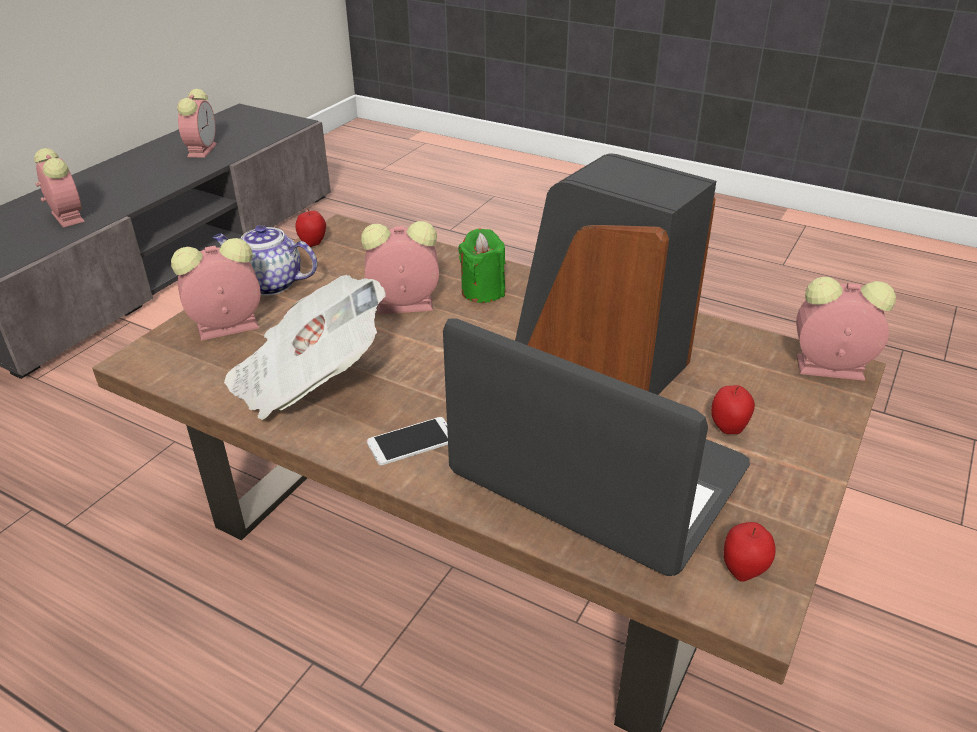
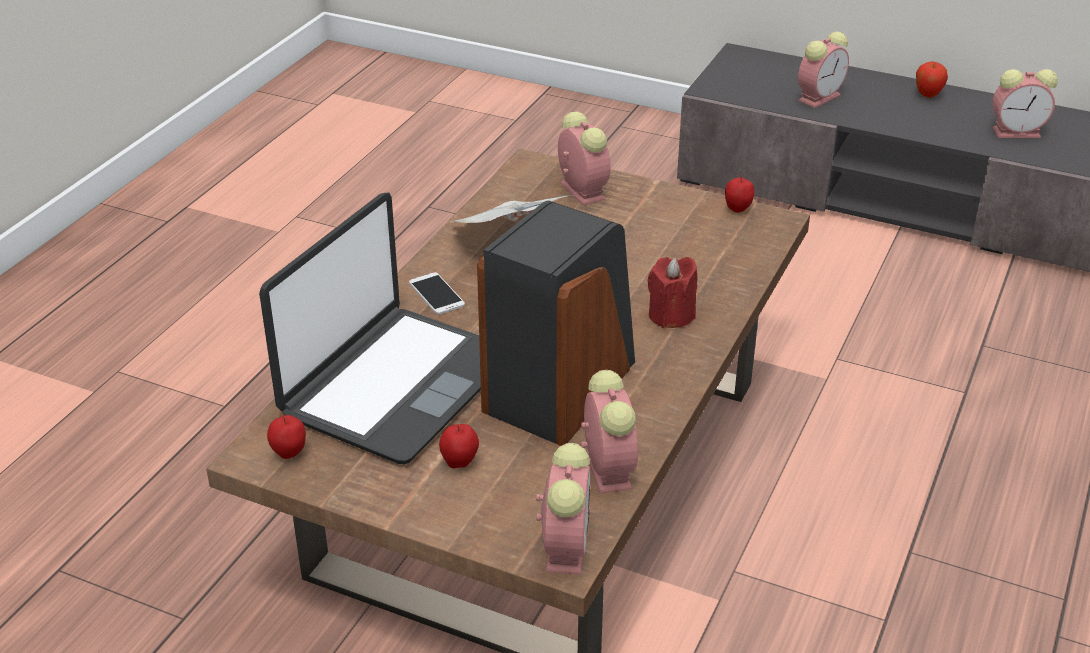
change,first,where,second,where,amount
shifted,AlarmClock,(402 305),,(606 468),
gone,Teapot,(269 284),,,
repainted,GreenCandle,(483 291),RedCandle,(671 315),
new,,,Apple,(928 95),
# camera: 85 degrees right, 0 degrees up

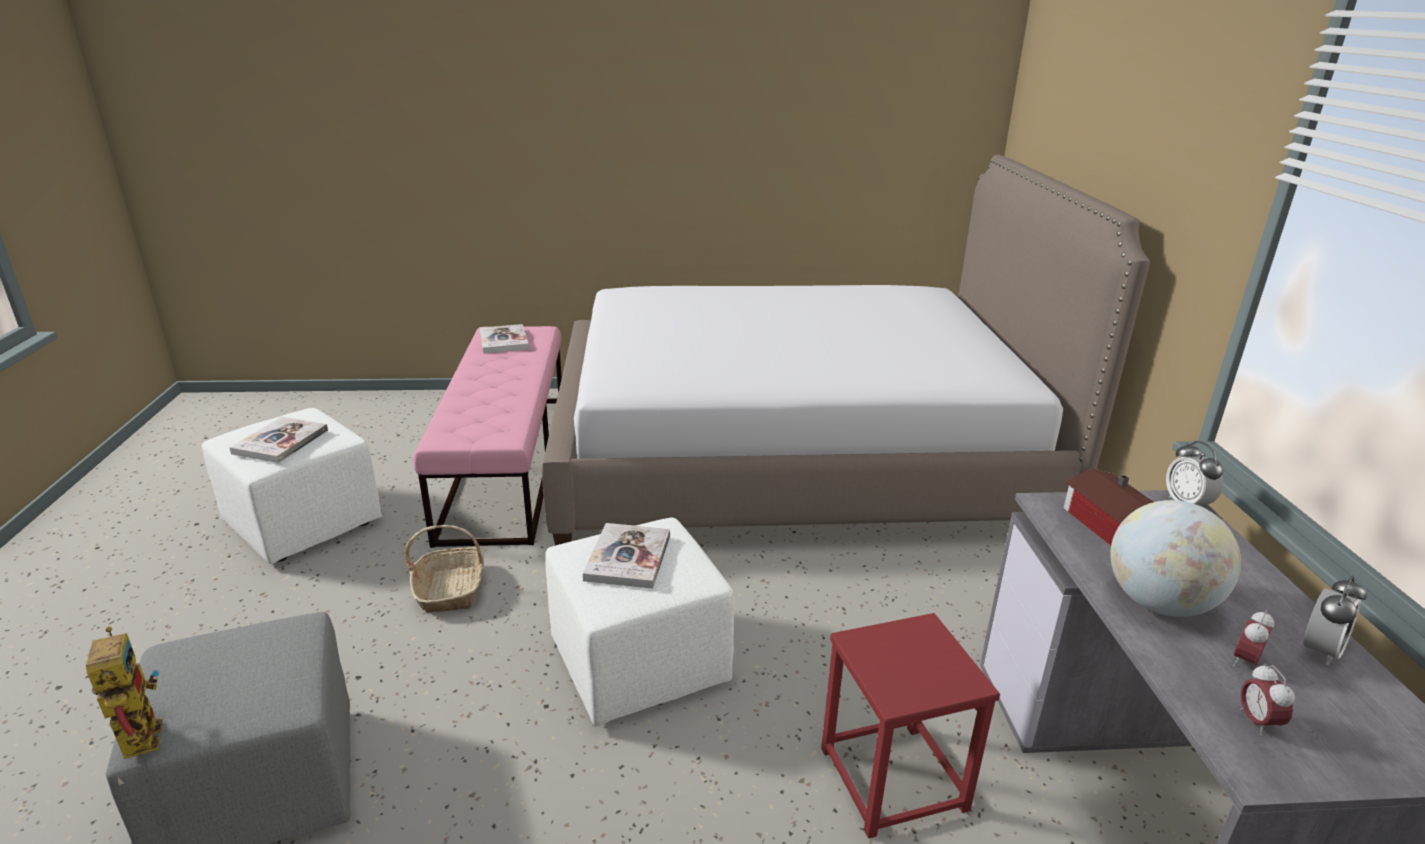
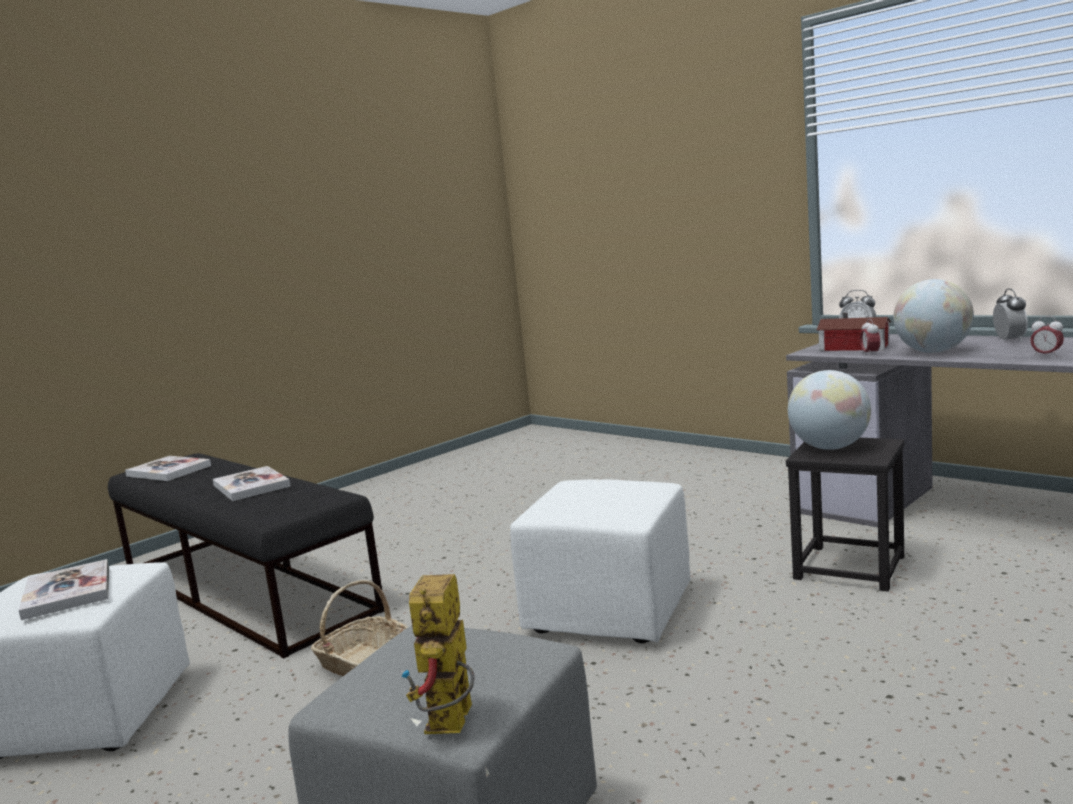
change,first,where,second,where,amount
gone,Bed,(793 459),,,
repainted,PinkBench,(506 464),BlackBench,(245 590),
shifted,Book,(628 558),,(251 486),
shifted,AlarmClock,(1245 661),,(870 354),
repainted,RedStool,(891 778),BlackStool,(849 568),
rotated,ToyRobot,(138 732),,(452 726),105 degrees counterclockwise
new,,,Globe,(830 448),
# camera: 40 degrees left, 15 degrees down

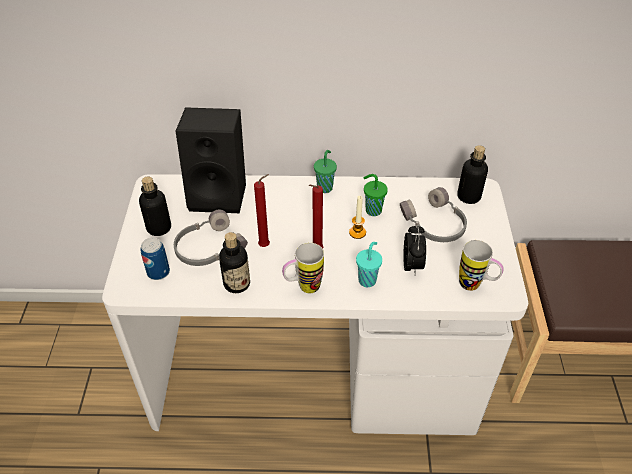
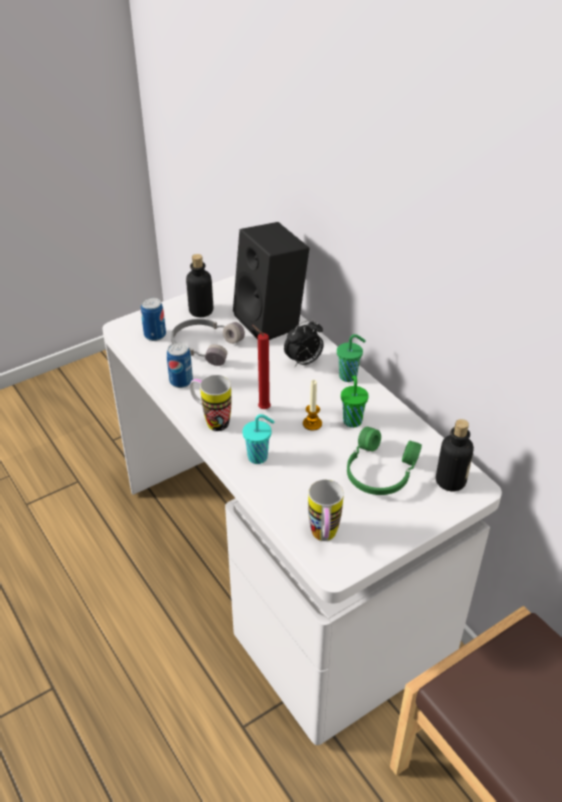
change,first,where,second,where,amount
gone,RedCandle,(266 245),,,
repainted,GreyHeadphones,(434 224),GreenHeadphones,(379 472),
shifted,AlarmClock,(412 265),,(304 362),
swapped,Bottle,(237 284),Can,(181 381),
# camera: 55 degrees right, 5 degrees down

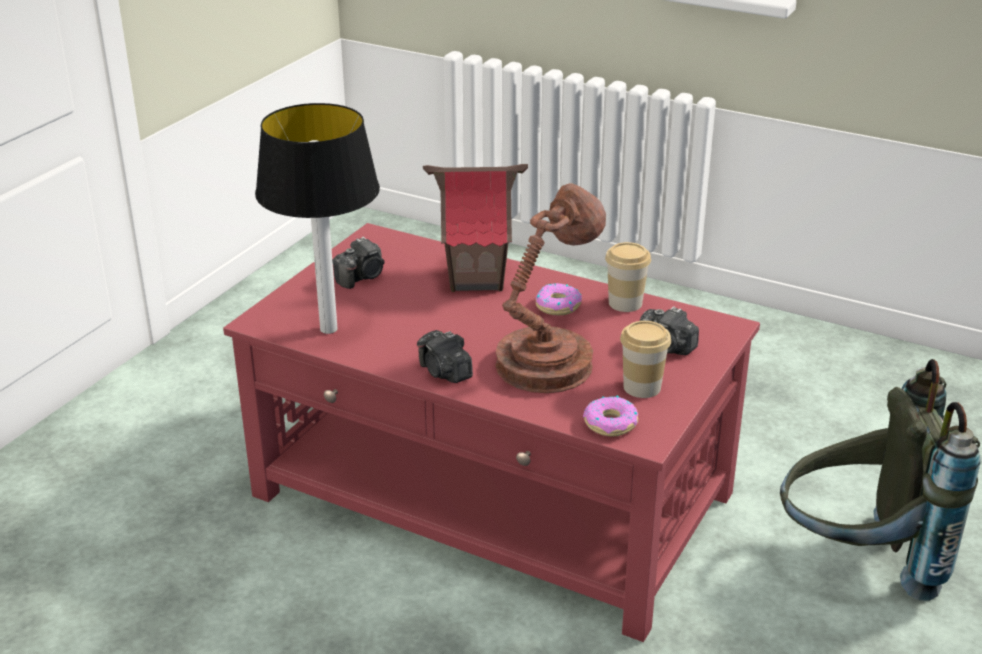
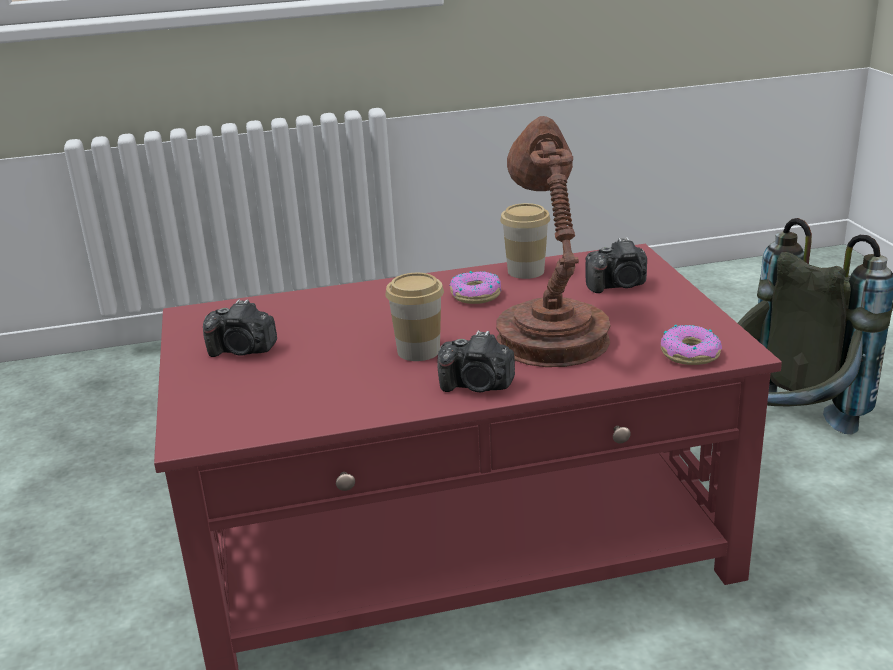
change,first,where,second,where,amount
gone,TableLamp,(330 329),,,
gone,ToyHouse,(476 278),,,
rotated,PhotoCamera,(362 277),,(242 351),90 degrees clockwise
shifted,Cup,(642 387),,(418 351),
# camera: 40 degrees left, 5 degrees down

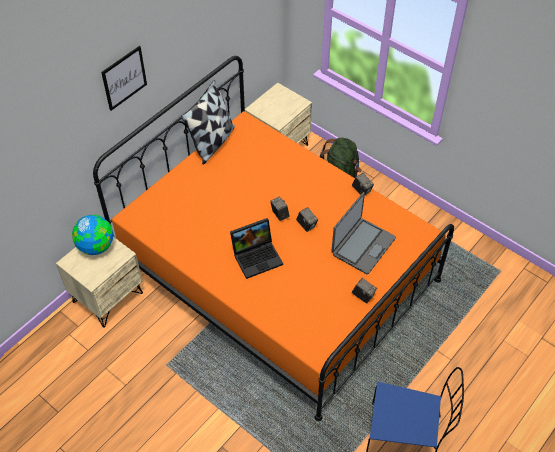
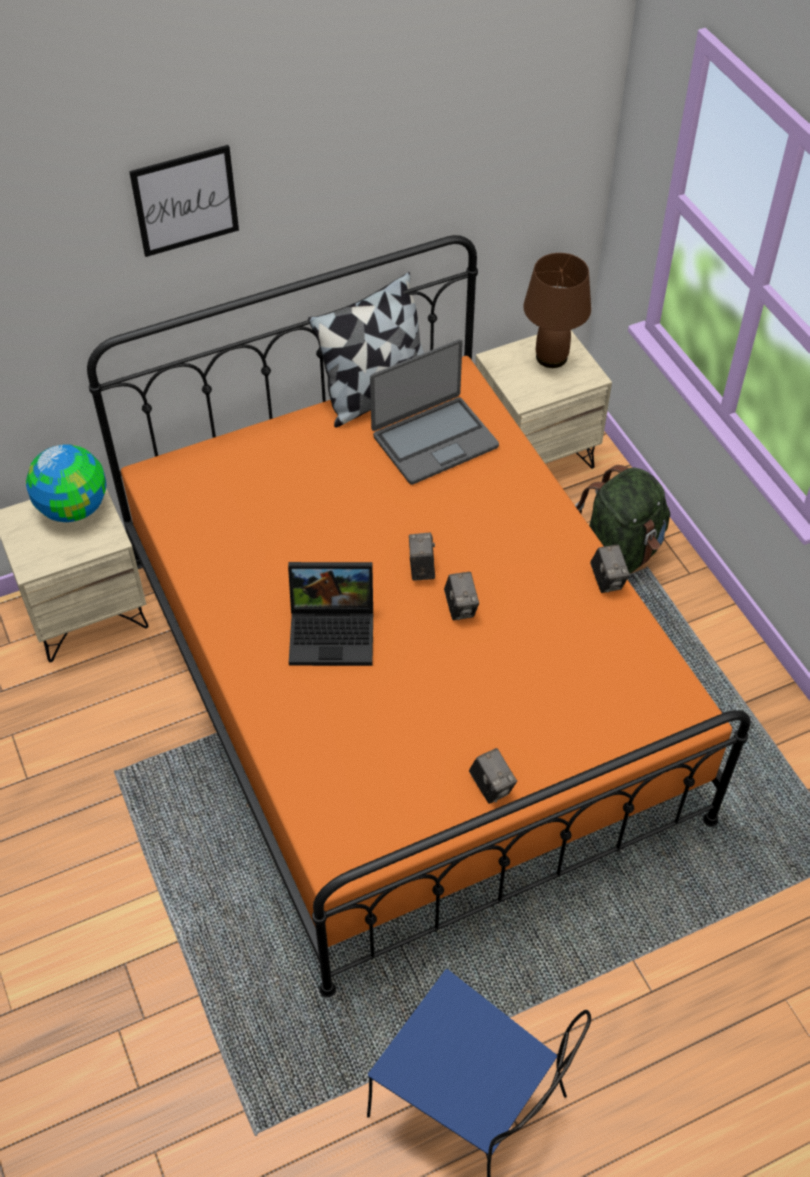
change,first,where,second,where,amount
shifted,Laptop,(362 246),,(434 440),
new,,,BrownTableLamp,(551 356),
# camera: 25 degrees right, 0 degrees up

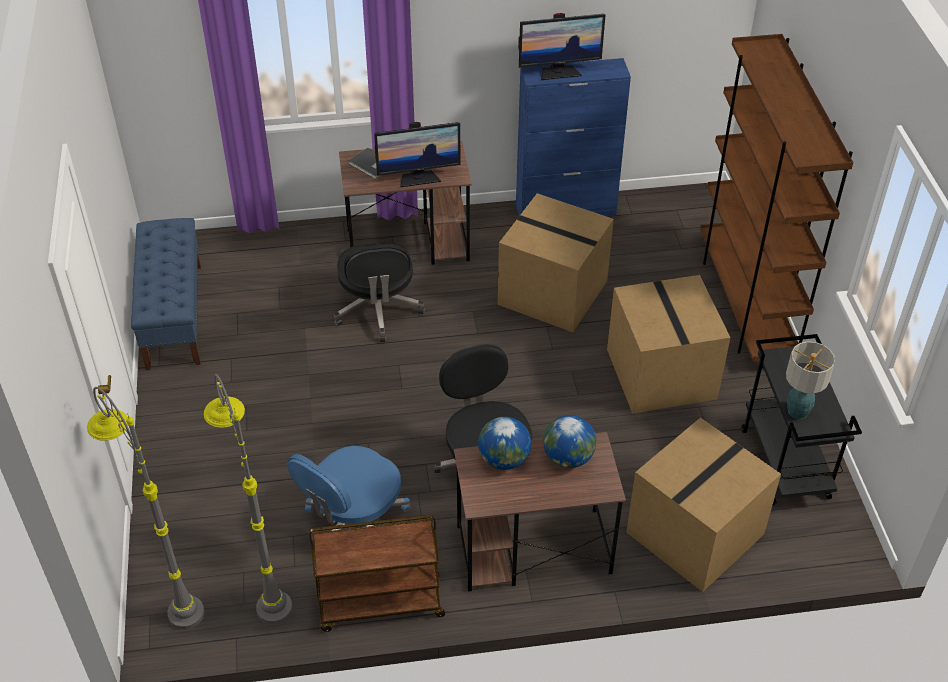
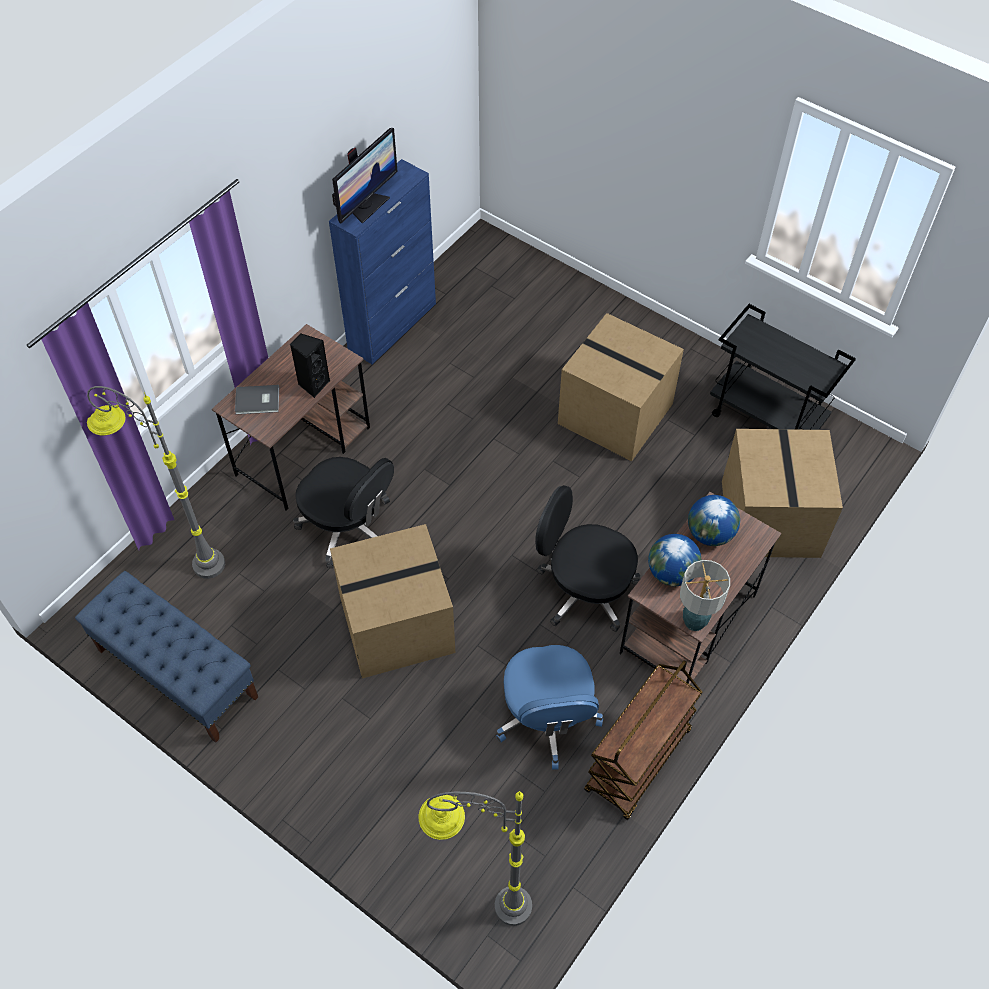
change,first,where,second,where,amount
gone,BrownBookcase,(745 304),,,
swapped,Monitor,(418 178),BlackSpeaker,(313 384),
shifted,CardboardBox,(554 292),,(398 622),
shifted,TableLamp,(797 412),,(695 622),
shifted,GreyFloorLamp,(264 584),,(184 556),
# camera: 45 degrees left, 10 degrees up

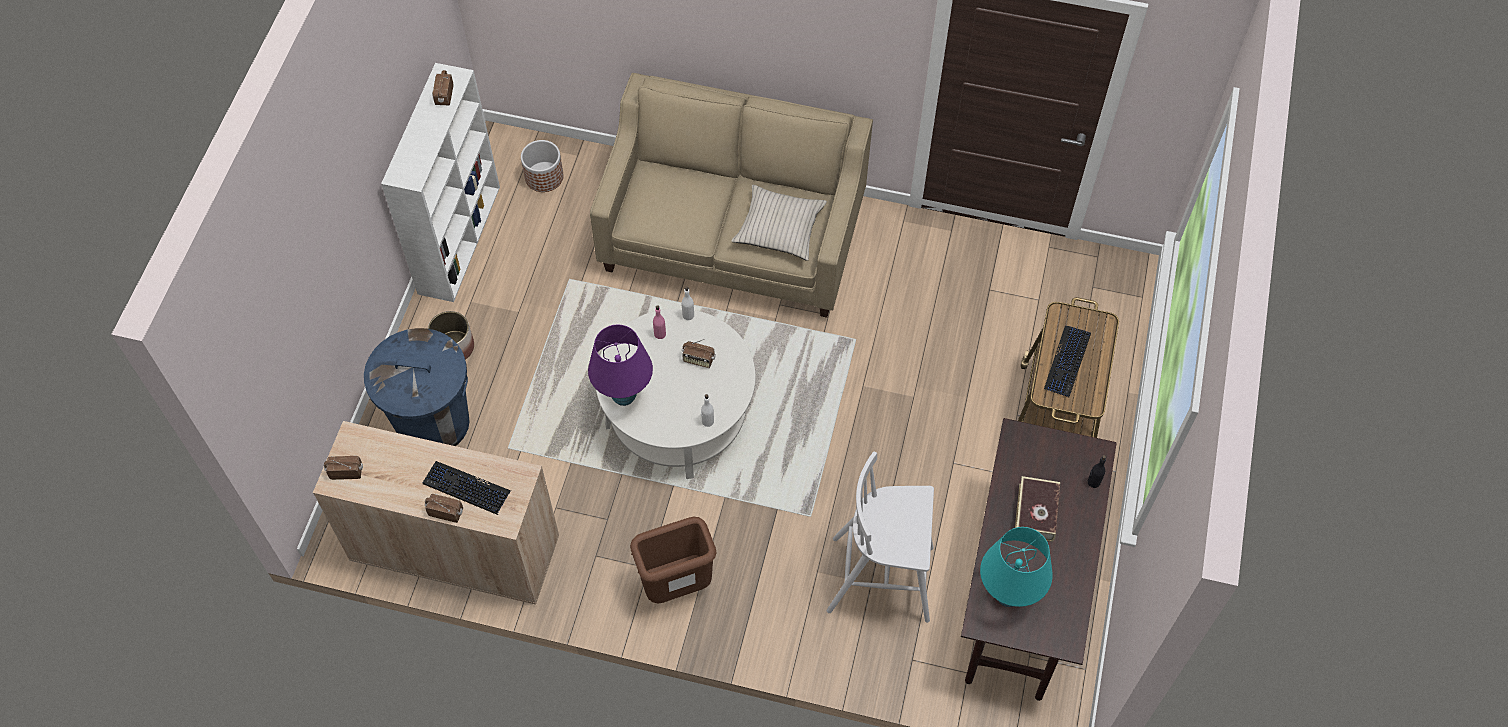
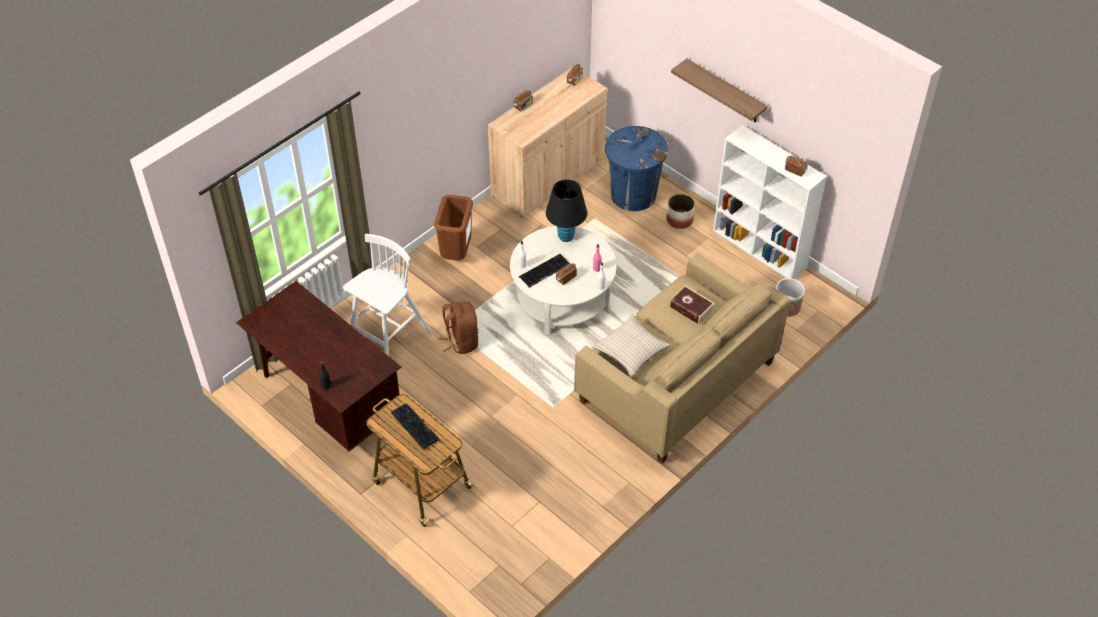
change,first,where,second,where,amount
repainted,PurpleTableLamp,(624 396),BlackTableLamp,(566 237),
shifted,Keyboard,(466 488),,(544 271),
shifted,Book,(1036 512),,(691 308),
gone,TurquoiseTableLamp,(1007 596),,,
new,,,Shelf,(725 92),
new,,,BrownBackpack,(461 341),
# camera: 120 degrees right, 10 degrees down

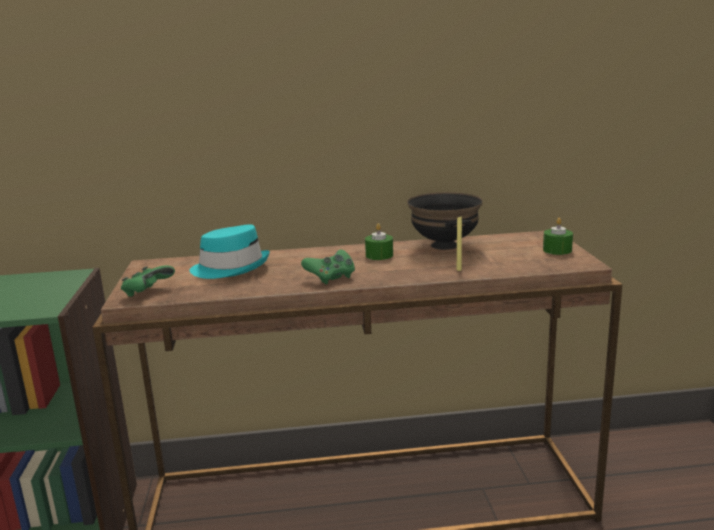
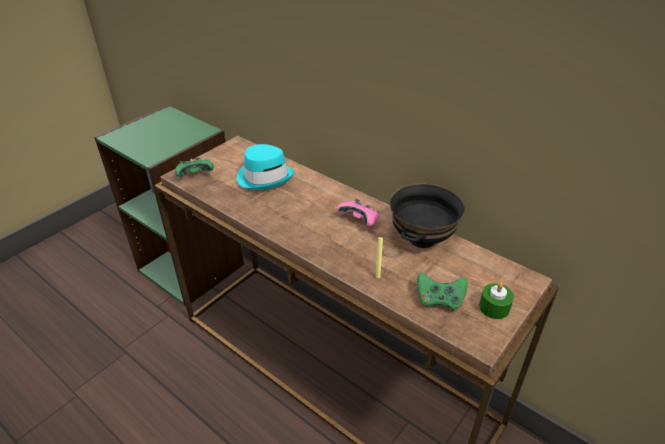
change,first,where,second,where,amount
swapped,GreenCandle,(379 255),PinkGameController,(360 221),
shifted,GreenGameController,(331 278),,(439 300),
# camera: 45 degrees right, 20 degrees up

